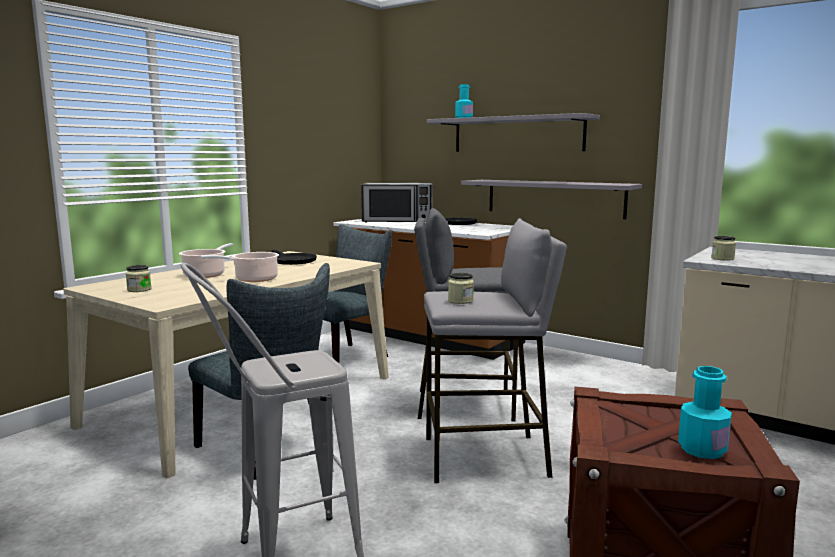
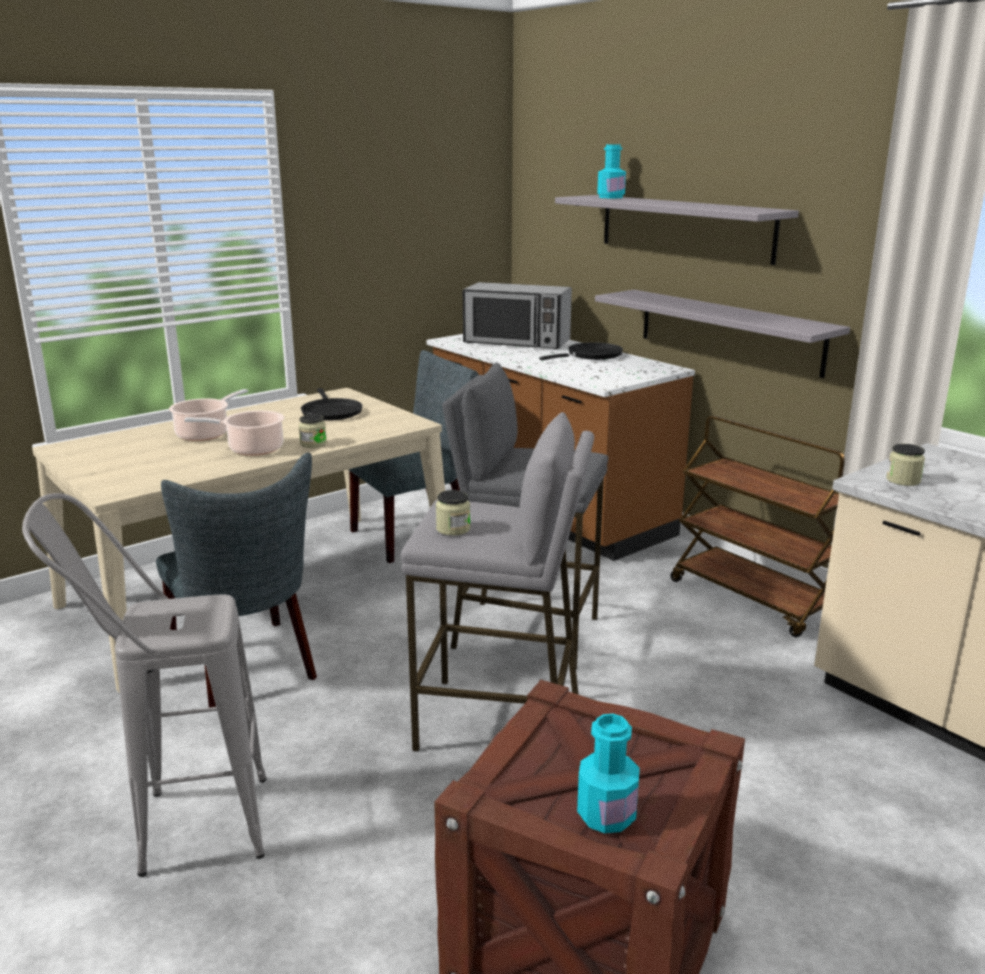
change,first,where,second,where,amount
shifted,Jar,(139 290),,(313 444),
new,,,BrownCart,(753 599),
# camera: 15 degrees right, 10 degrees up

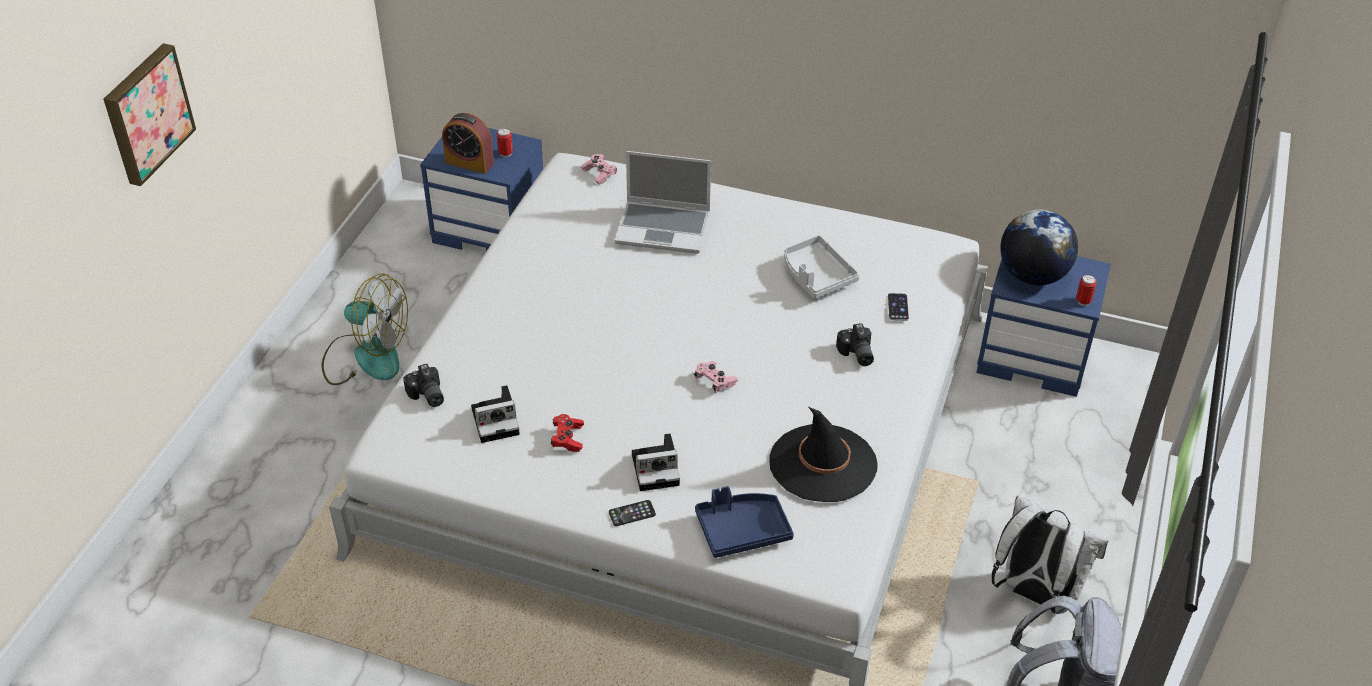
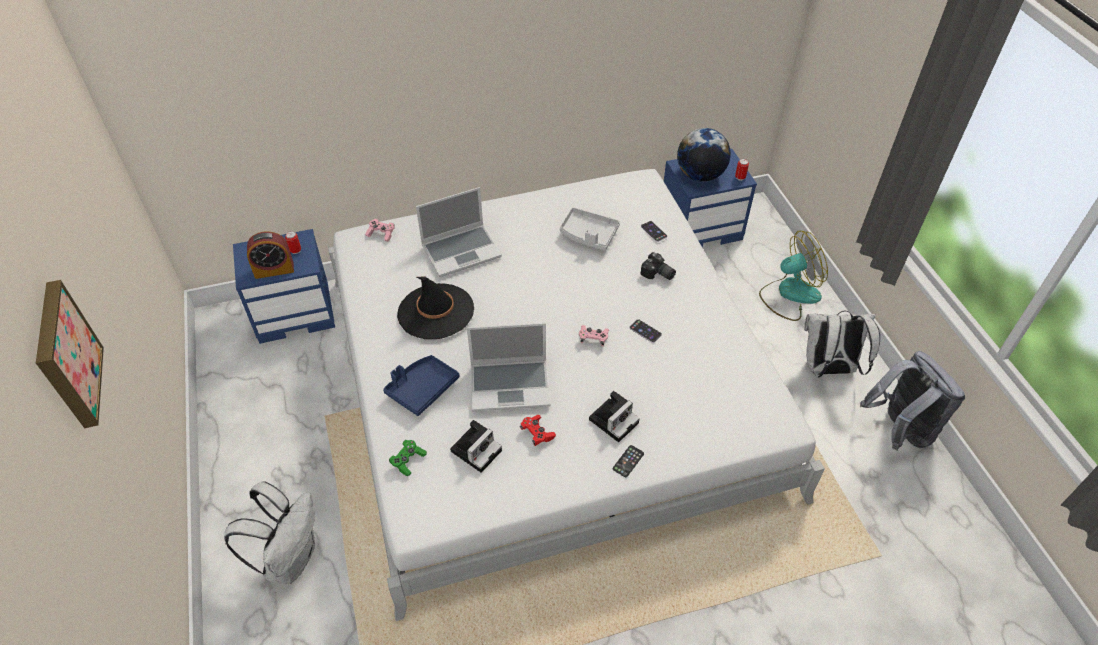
change,first,where,second,where,amount
shifted,Fan,(365 356),,(789 294),
swapped,PhotoCamera,(426 396),GreenGameController,(408 461),
shifted,BlackHat,(822 463),,(435 311),
shifted,BlueTray,(742 530),,(422 389),
new,,,Phone,(645 331),
new,,,Laptop,(511 385),
new,,,WhiteBackpack,(290 558),
# camera: 35 degrees left, 5 degrees up

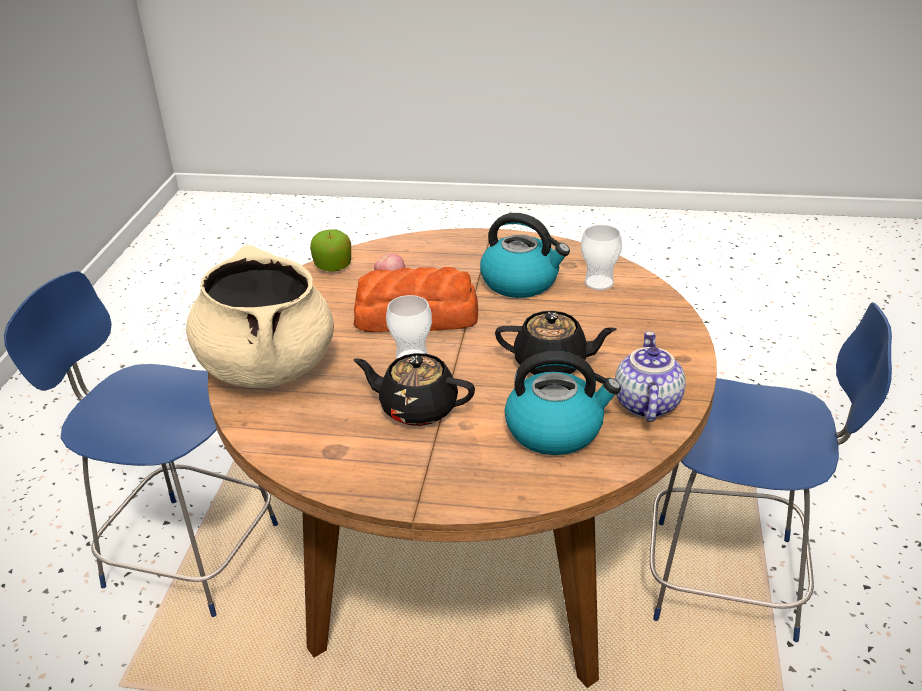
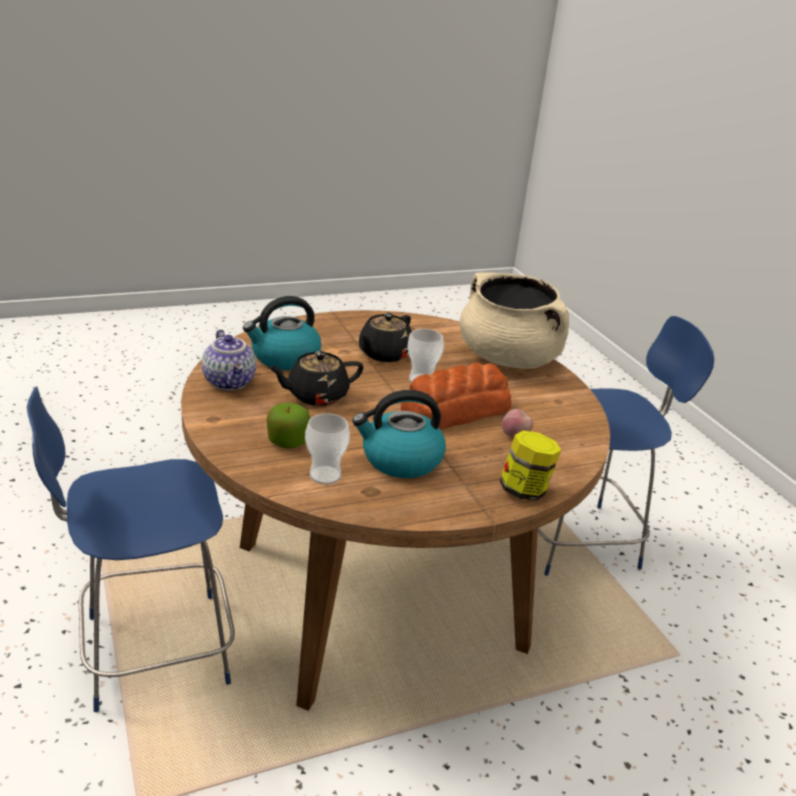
change,first,where,second,where,amount
shifted,Apple,(333 266),,(287 441),
rotated,BlackTeapot,(417 408),,(384 354),135 degrees clockwise
new,,,Jar,(524 490),
# camera: 145 degrees right, 5 degrees down

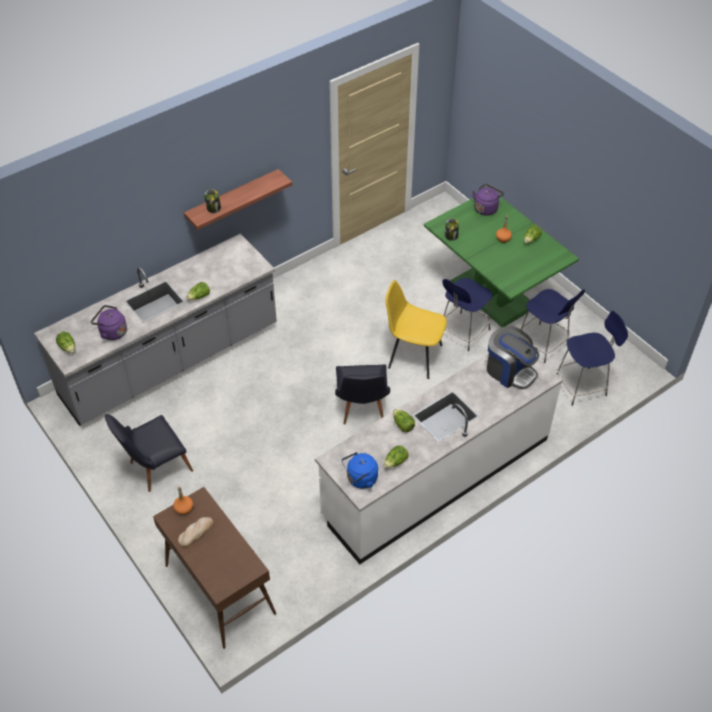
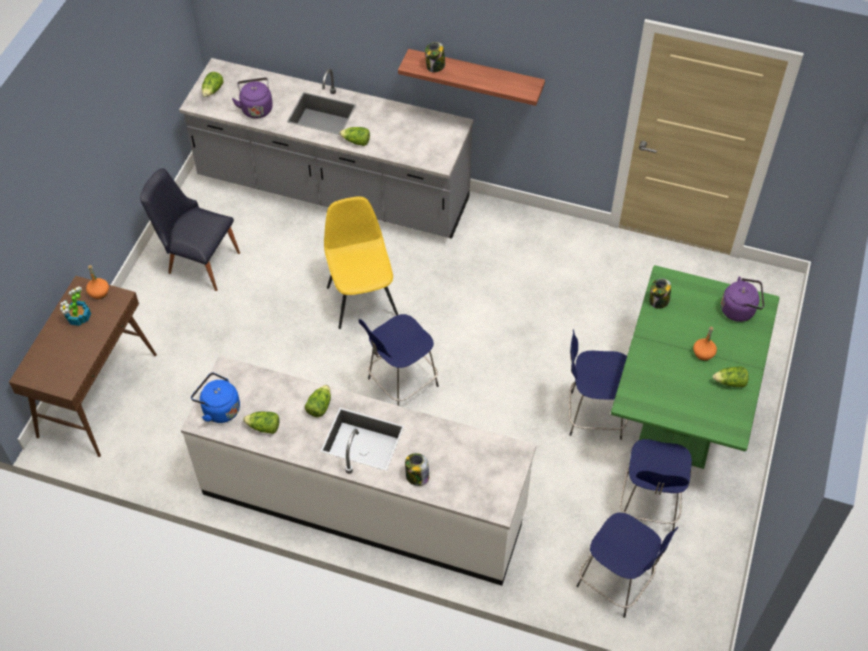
change,first,where,second,where,amount
shifted,YellowChair,(413 356),,(362 299),
gone,CoffeeMachine,(509 371),,,
swapped,BlackChair,(362 410),BlueStool,(400 383),
swapped,Bread,(196 532),PottedPlant,(78 318),
new,,,Jar,(417 477),
# camera: 55 degrees right, 5 degrees up

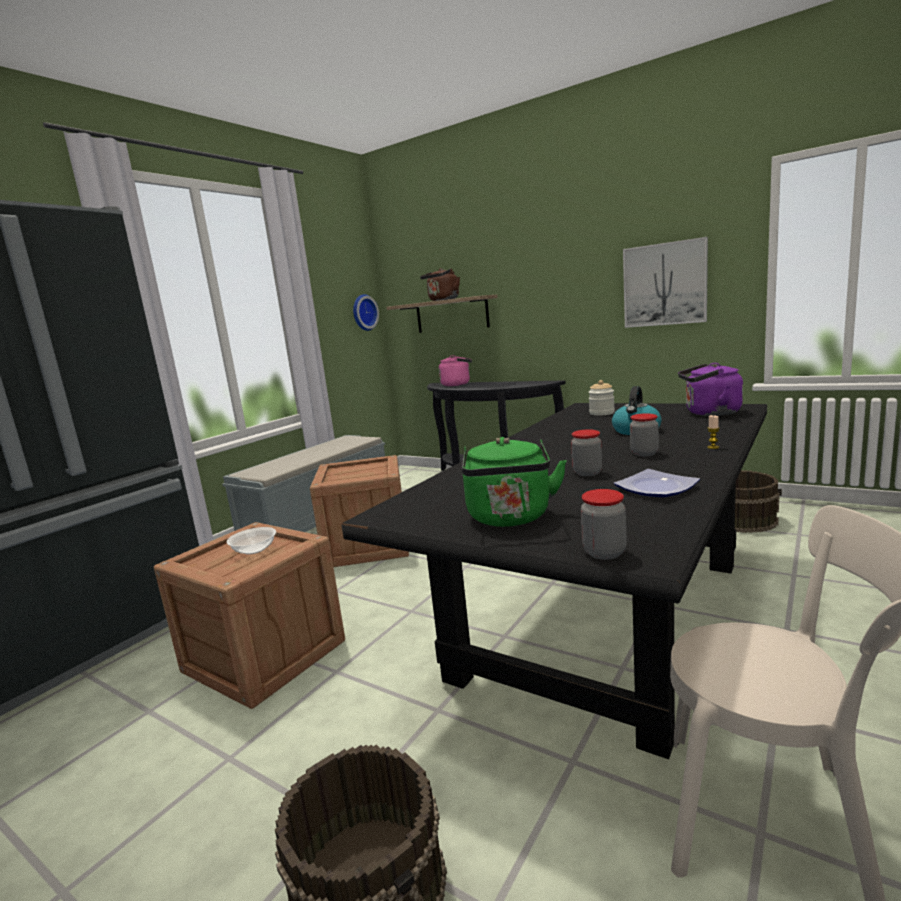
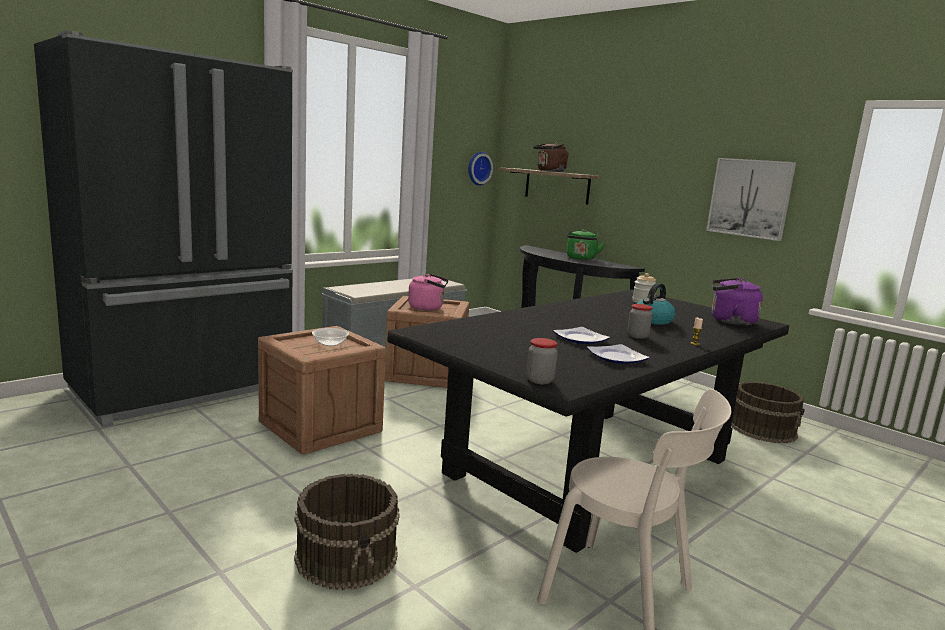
change,first,where,second,where,amount
shifted,PinkKettle,(457 384),,(428 308),
swapped,Jar,(587 473),Plate,(580 338),
shifted,GreenKettle,(510 518),,(581 259),
# camera: 10 degrees right, 0 degrees up

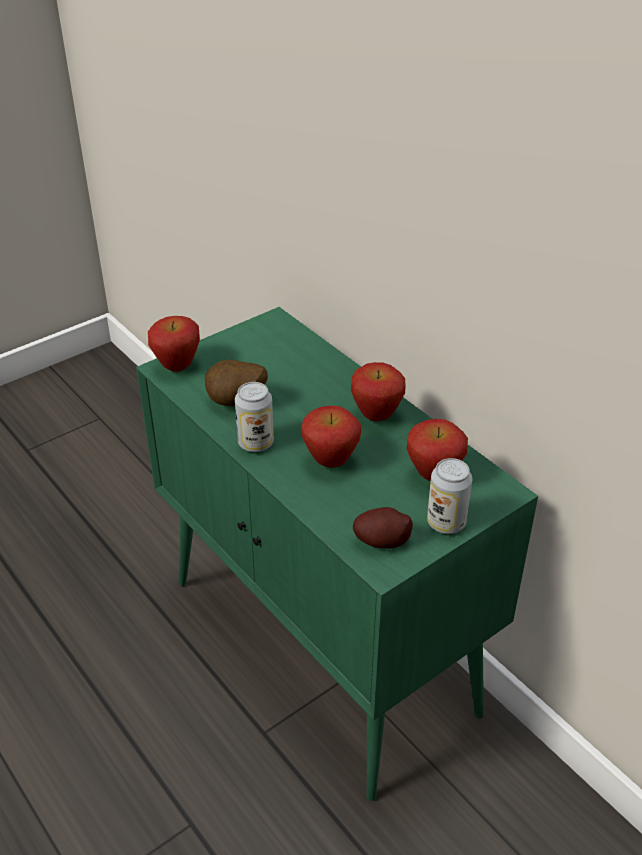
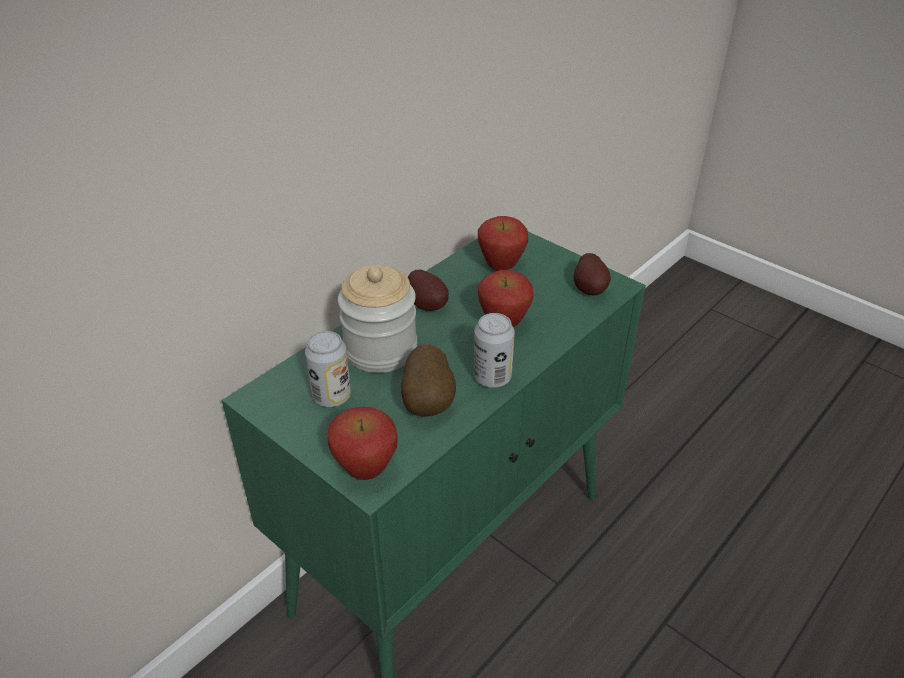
change,first,where,second,where,amount
swapped,Apple,(376 416),Potato,(428 304),
shifted,Can,(446 522),,(331 396),
new,,,Jar,(380 350),
# camera: 100 degrees left, 0 degrees up

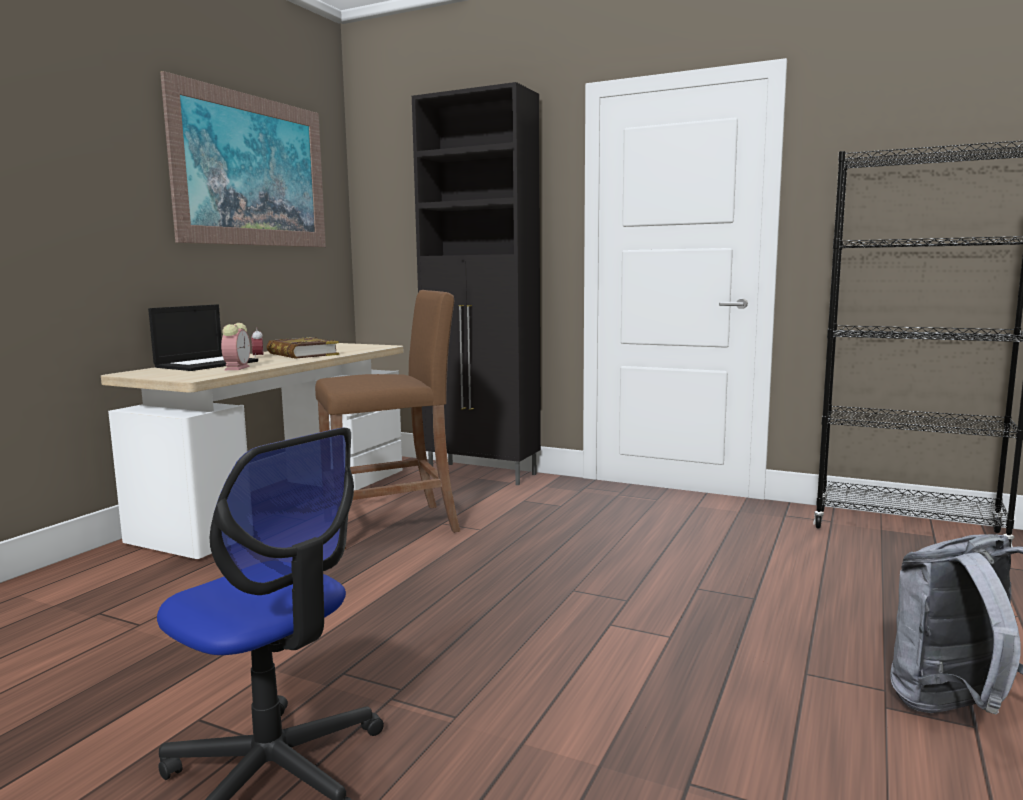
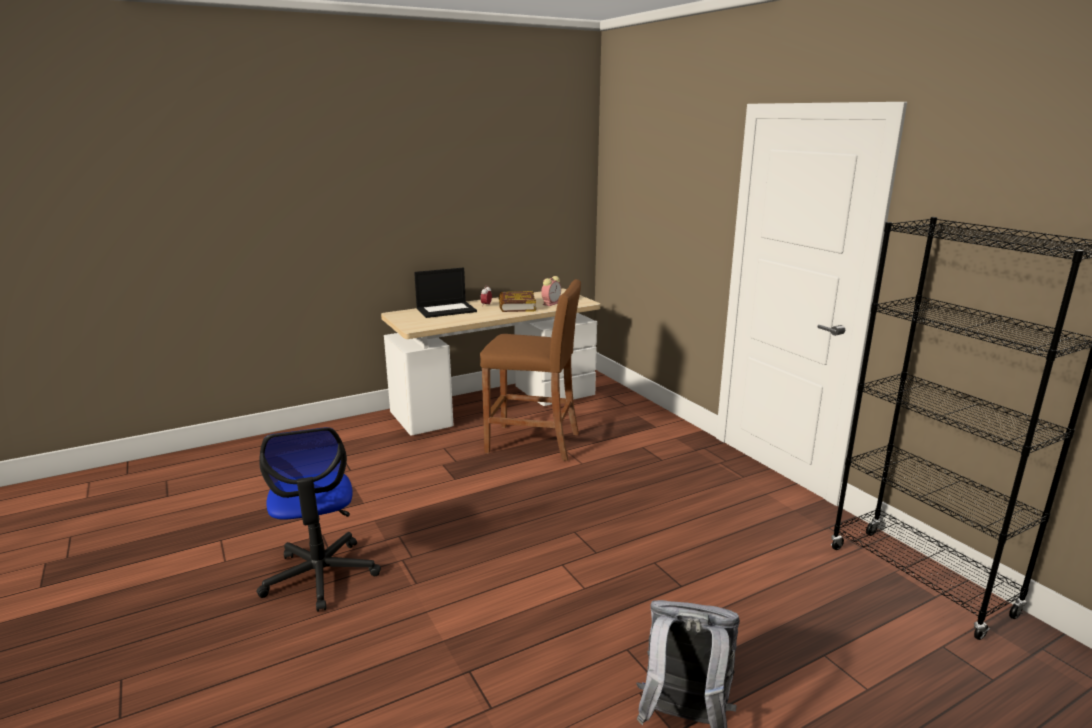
change,first,where,second,where,amount
gone,Picture,(252 171),,,
gone,BlackCabinet,(483 474),,,
shifted,AlarmClock,(237 368),,(551 303),
# camera: 35 degrees right, 10 degrees up

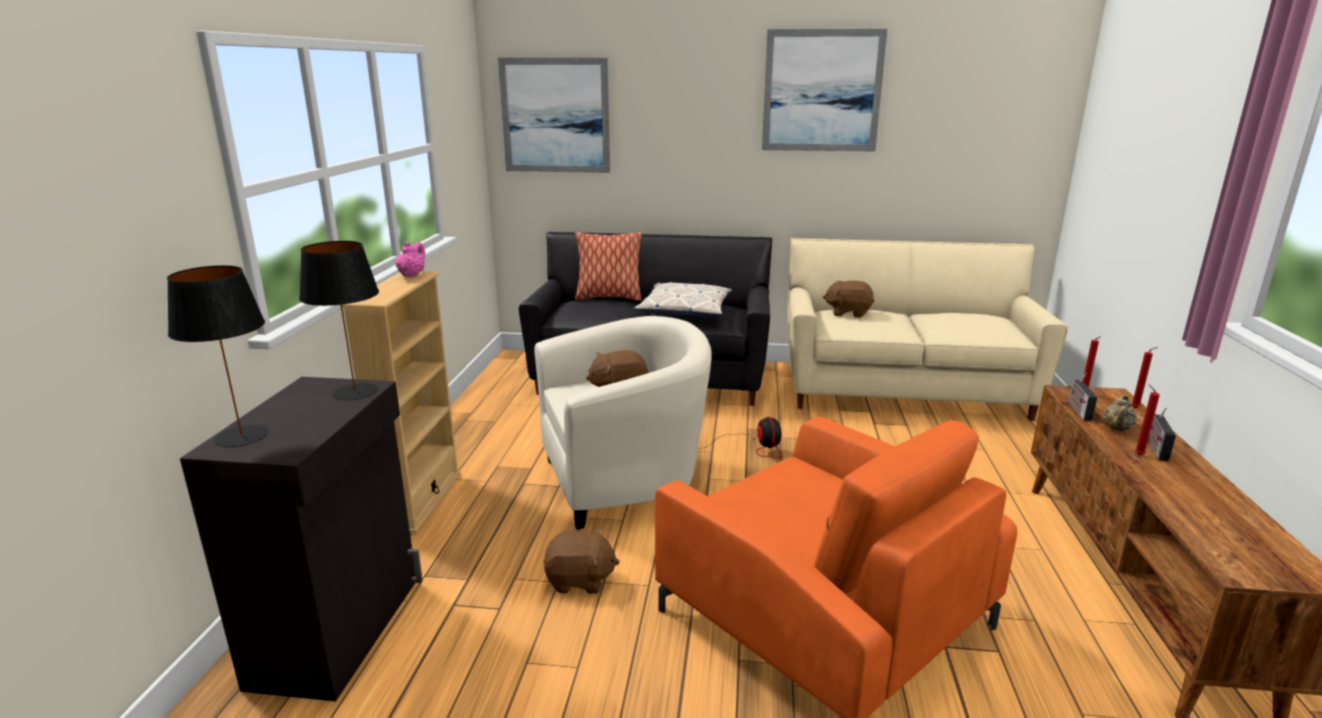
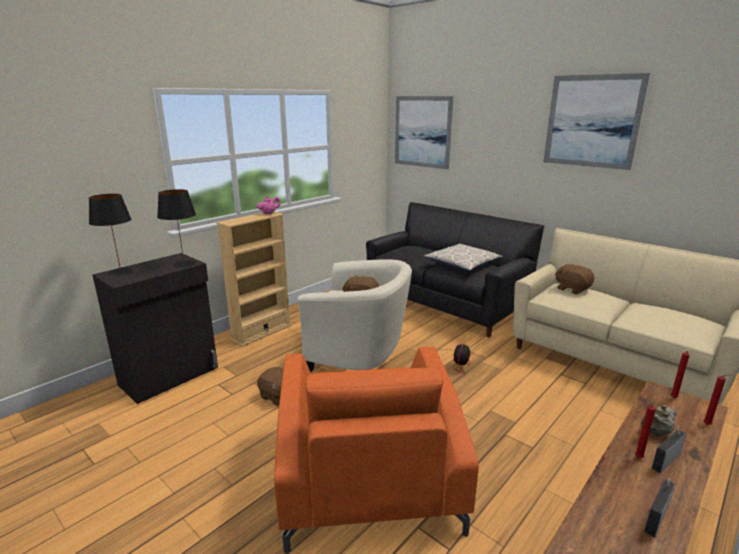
change,first,where,second,where,amount
gone,Pillow,(608 298),,,
shifted,Radio,(1078 410),,(656 516),
# camera: 35 degrees right, 0 degrees up

